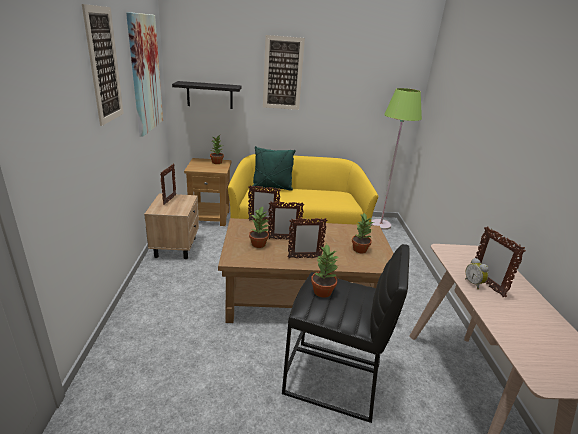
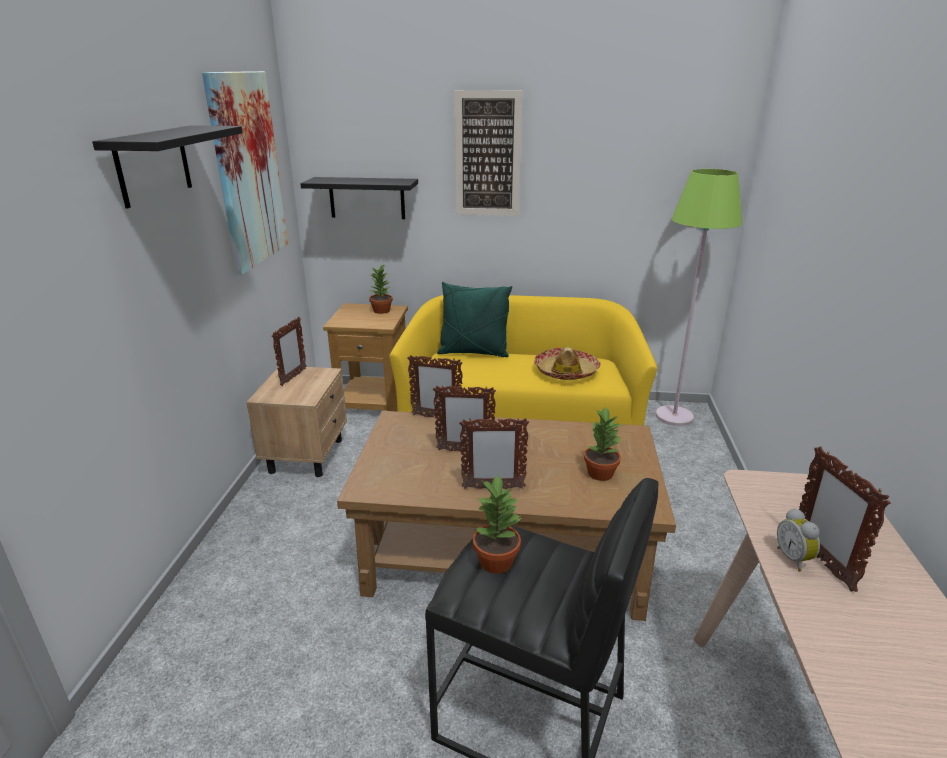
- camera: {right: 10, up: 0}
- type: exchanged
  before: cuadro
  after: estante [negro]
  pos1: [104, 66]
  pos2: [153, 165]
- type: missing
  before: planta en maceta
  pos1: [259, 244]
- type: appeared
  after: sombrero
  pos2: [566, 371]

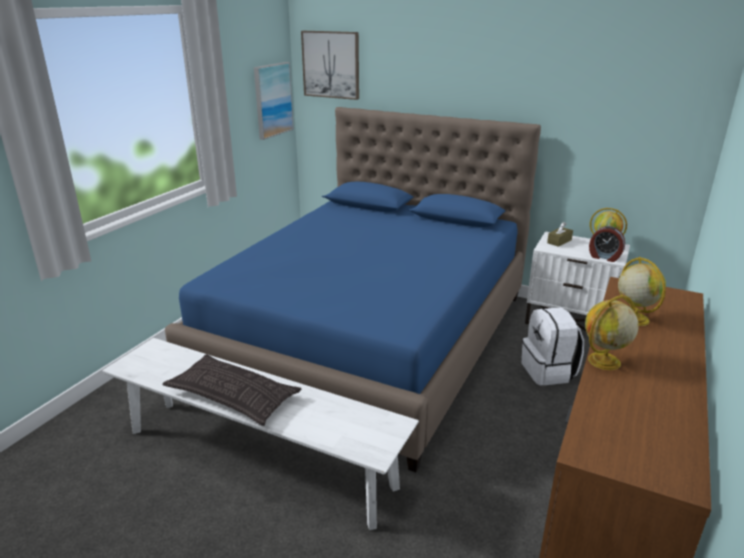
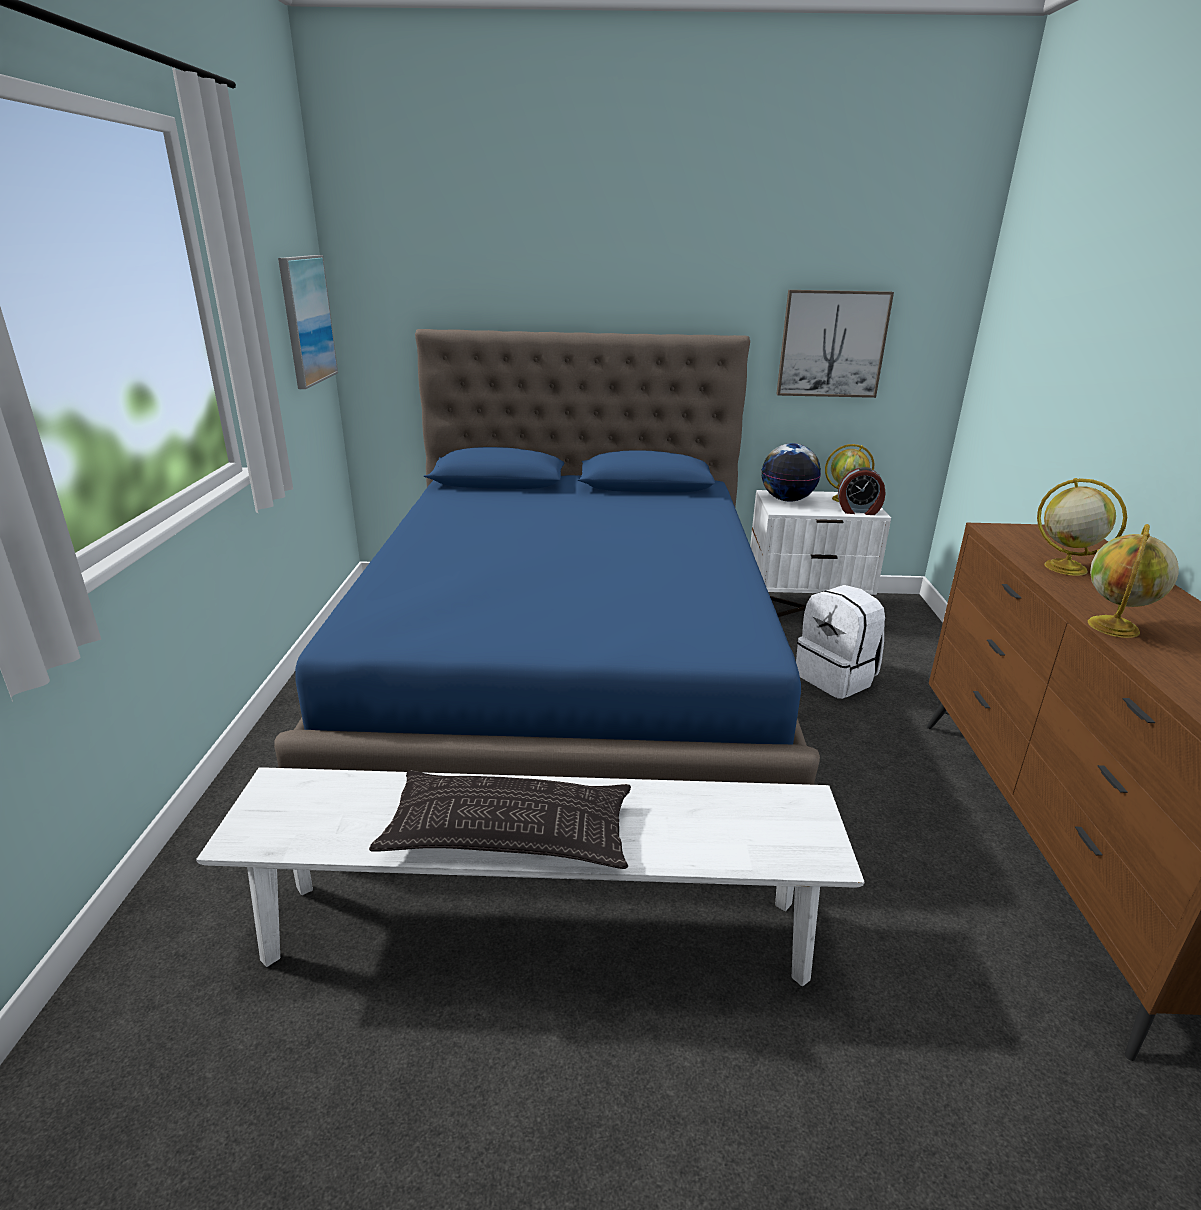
- camera: {right: -25, up: 0}
- type: relocated
  before: cuadro
  pos1: [331, 64]
  pos2: [832, 344]
- type: exchanged
  before: caja de pañuelos [marrón]
  after: globo terráqueo
  pos1: [559, 241]
  pos2: [787, 500]

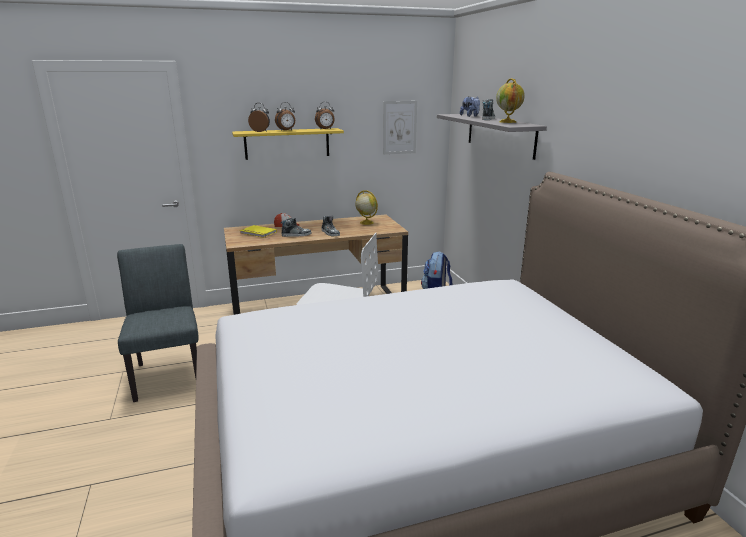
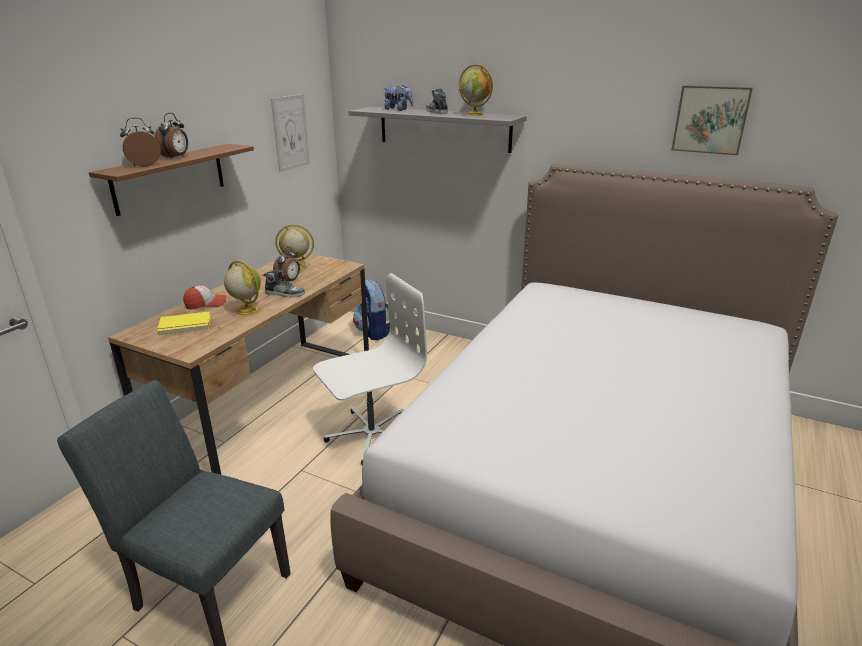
- camera: {right: -45, up: 5}
- type: colour
  before: estante [amarillo]
  after: estante [marrón]
  pos1: [287, 143]
  pos2: [170, 178]
- type: exchanged
  before: zapato
  after: globo terráqueo
  pos1: [296, 235]
  pos2: [246, 310]
- type: relocated
  before: despertador
  pos1: [325, 129]
  pos2: [289, 281]
- type: appeared
  after: cuadro
  pos2: [710, 119]

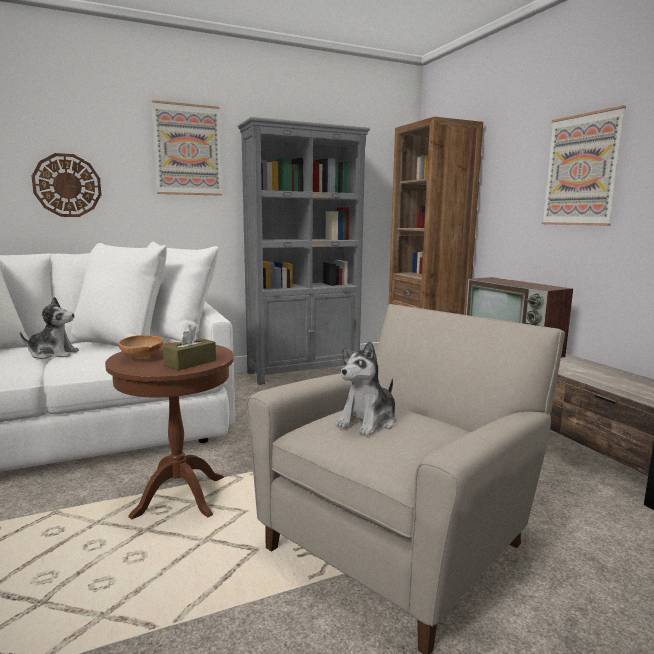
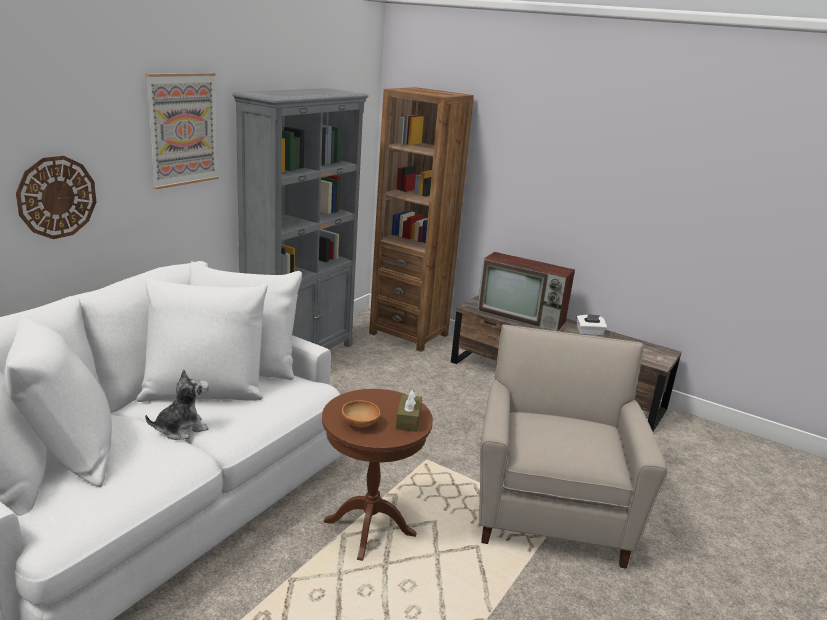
- camera: {right: -35, up: 10}
- type: missing
  before: peluche
  pos1: [368, 422]
- type: missing
  before: cuadro
  pos1: [581, 170]
- type: appeared
  after: caja de pañuelos [blanco]
  pos2: [589, 333]

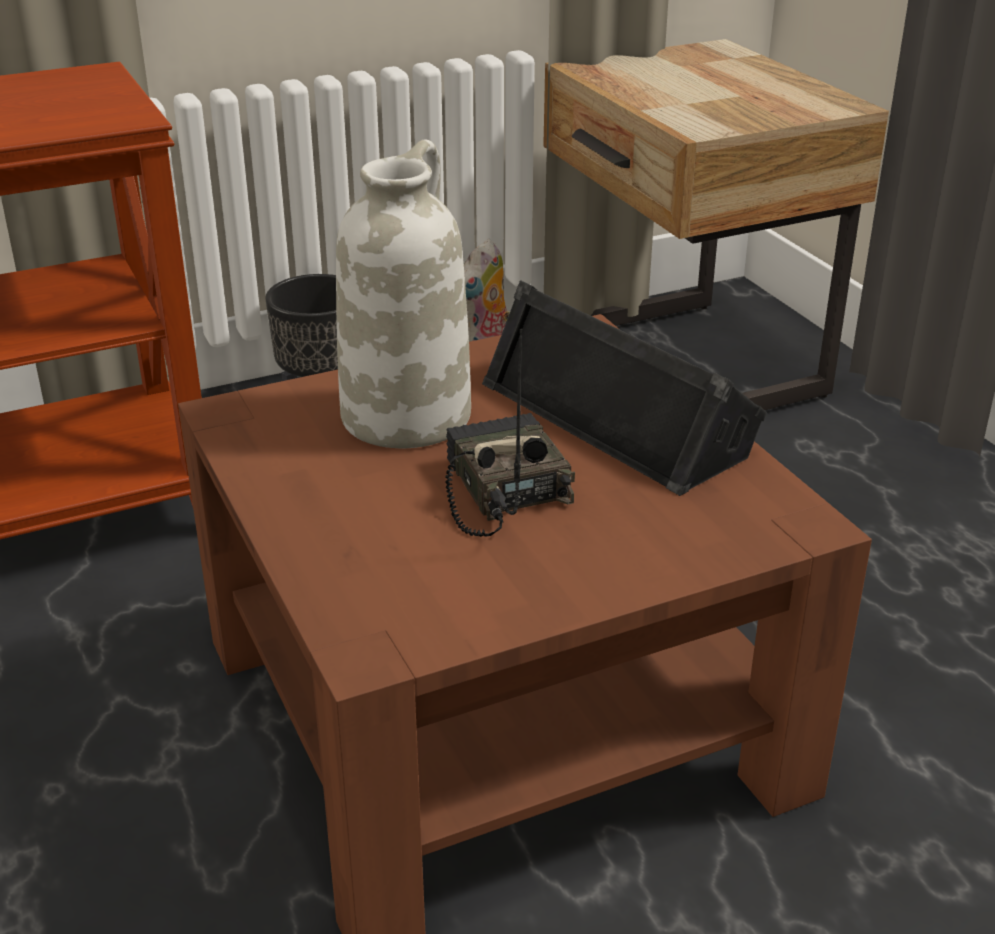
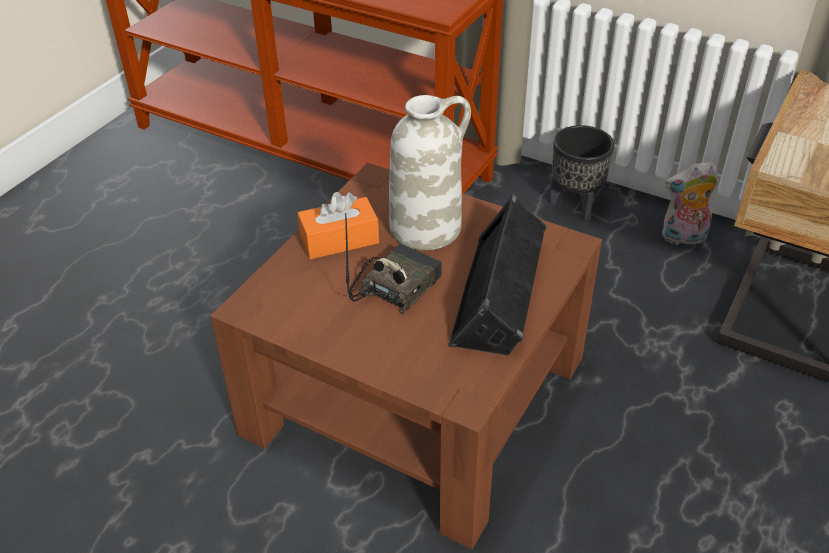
- camera: {right: 55, up: 10}
- type: appeared
  after: caja de pañuelos [naranja]
  pos2: [339, 240]

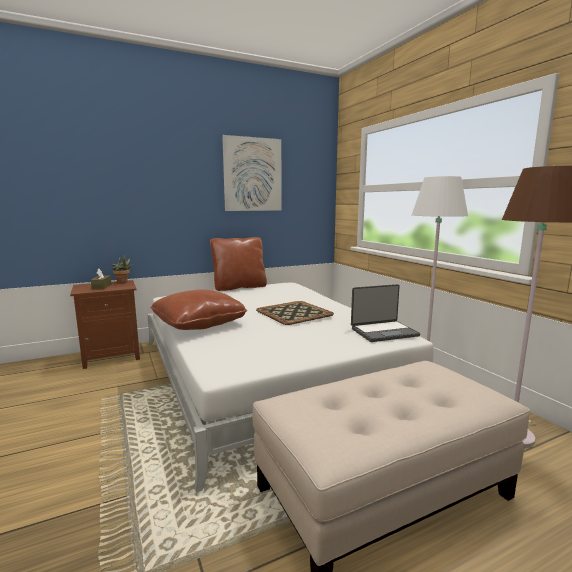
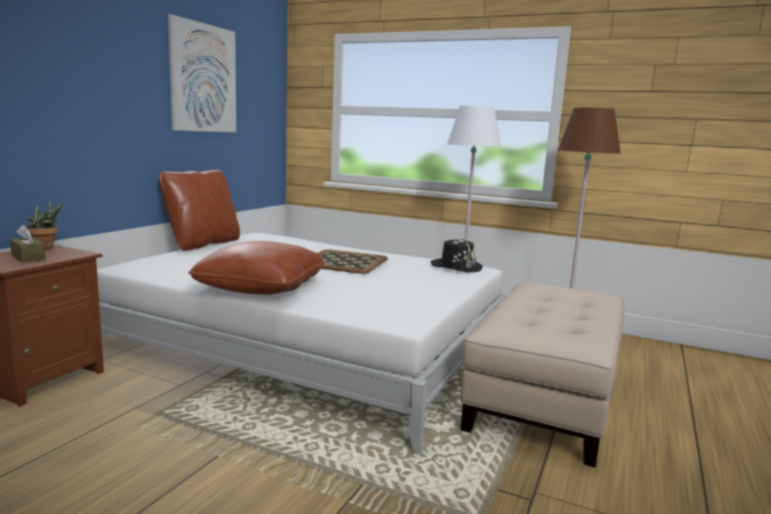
- camera: {right: -40, up: 0}
- type: exchanged
  before: portátil
  after: sombrero [negro]
  pos1: [383, 332]
  pos2: [456, 267]

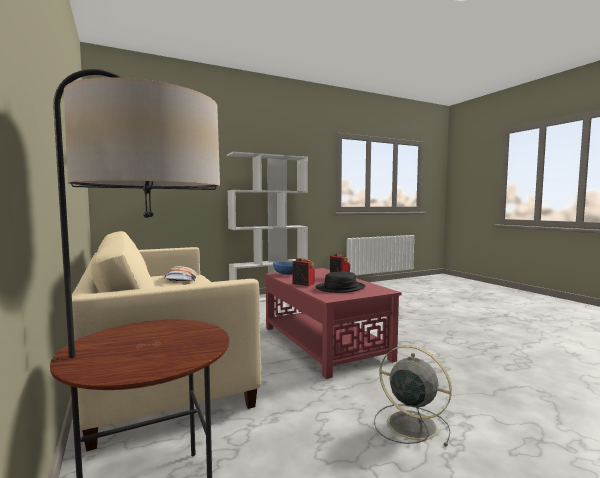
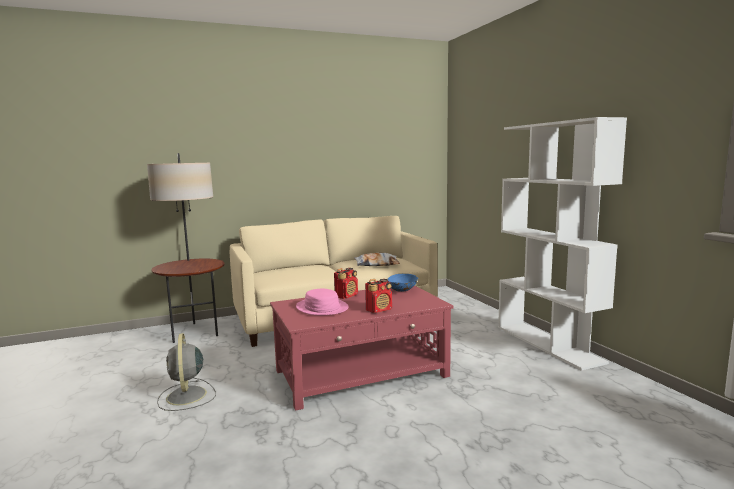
- camera: {right: 95, up: 5}
- type: colour
  before: sombrero [negro]
  after: sombrero [rosa]
  pos1: [340, 288]
  pos2: [321, 308]
- type: spun
  before: ventilador [gris]
  pos1: [409, 424]
  pos2: [186, 396]
  turn: 120

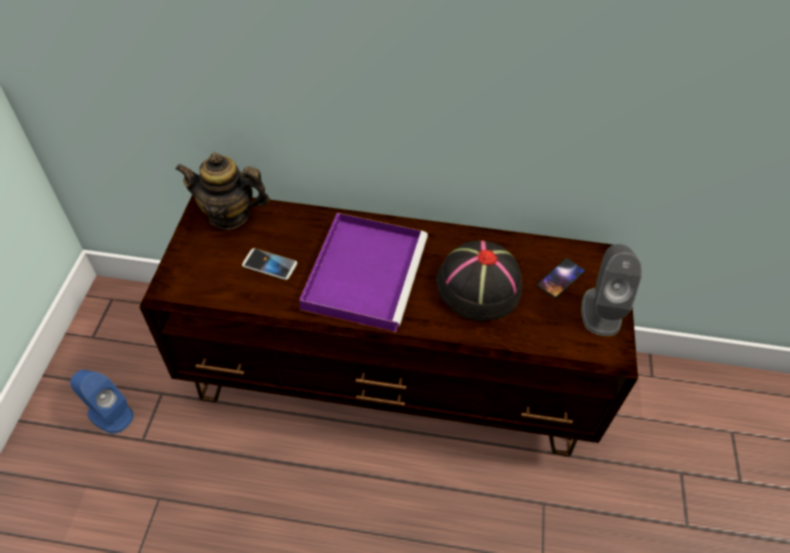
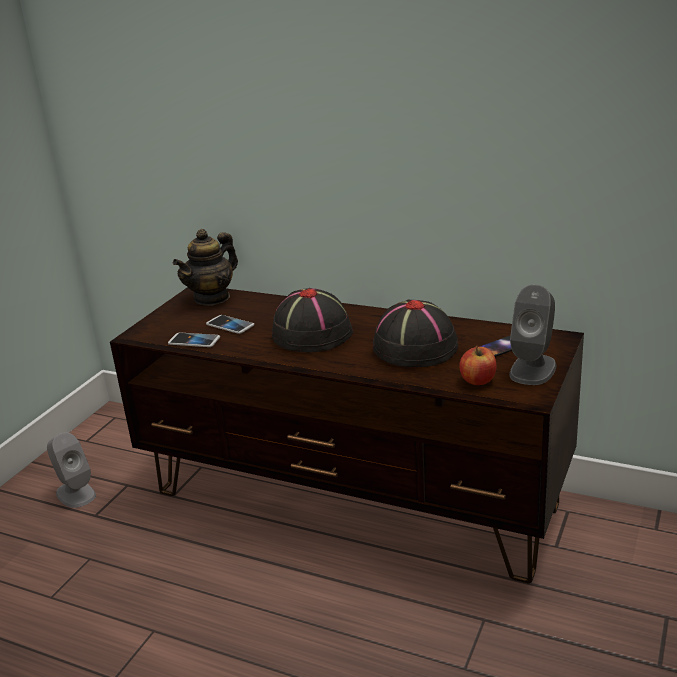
- camera: {right: 20, up: -25}
- type: colour
  before: altavoz [azul]
  after: altavoz [gris]
  pos1: [110, 413]
  pos2: [75, 493]
- type: spun
  before: tetera
  pos1: [229, 215]
  pos2: [212, 298]
  turn: -75
- type: exchanged
  before: bandeja [morado]
  after: sombrero [negro]
  pos1: [364, 272]
  pos2: [311, 333]
- type: appeared
  after: móvil
  pos2: [194, 341]
- type: appeared
  after: manzana
  pos2: [478, 380]

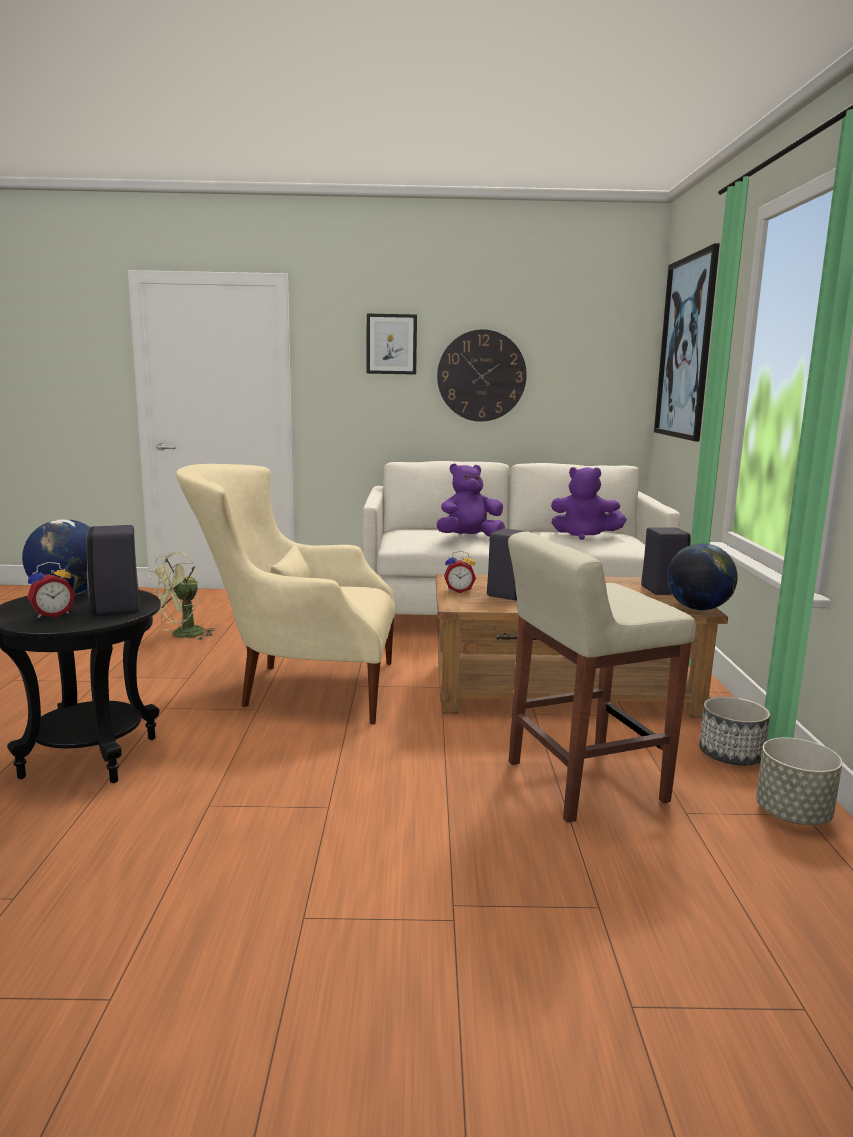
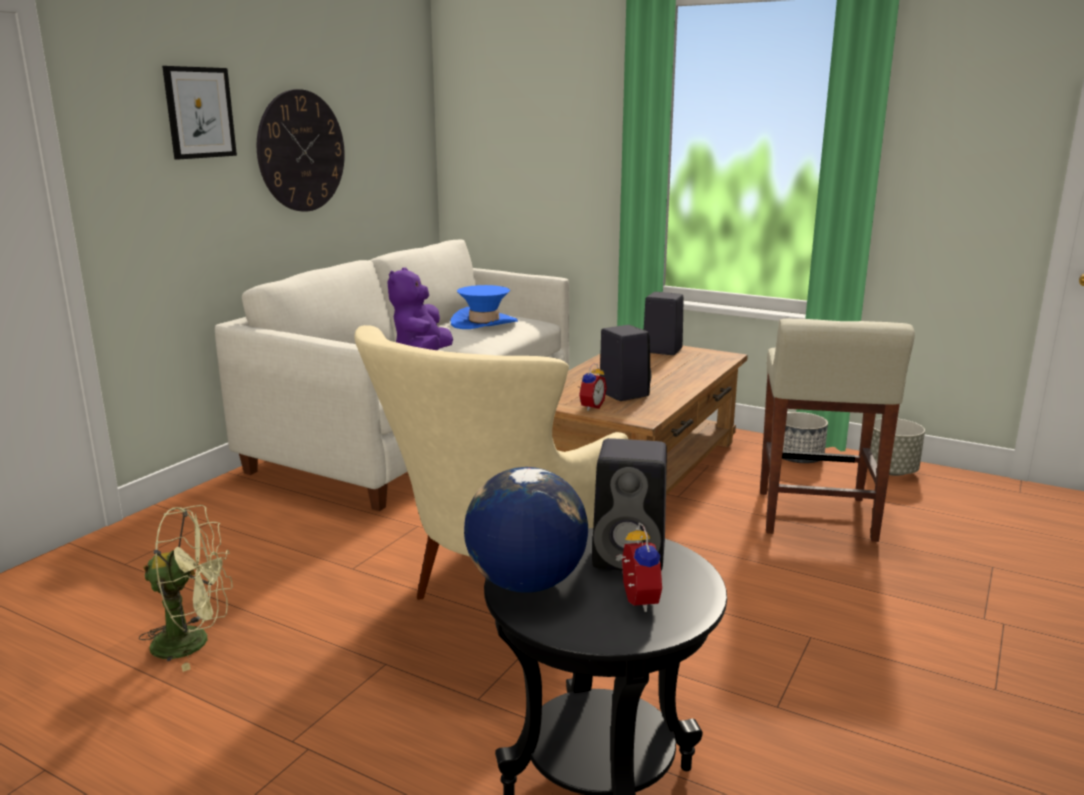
- camera: {right: -60, up: 5}
- type: spun
  before: ventilador [verde]
  pos1: [182, 635]
  pos2: [194, 642]
  turn: -75
- type: exchanged
  before: peluche [morado]
  after: sombrero [azul]
  pos1: [584, 536]
  pos2: [484, 323]
- type: missing
  before: cuadro
  pos1: [685, 348]
- type: missing
  before: globo terráqueo
  pos1: [698, 609]

